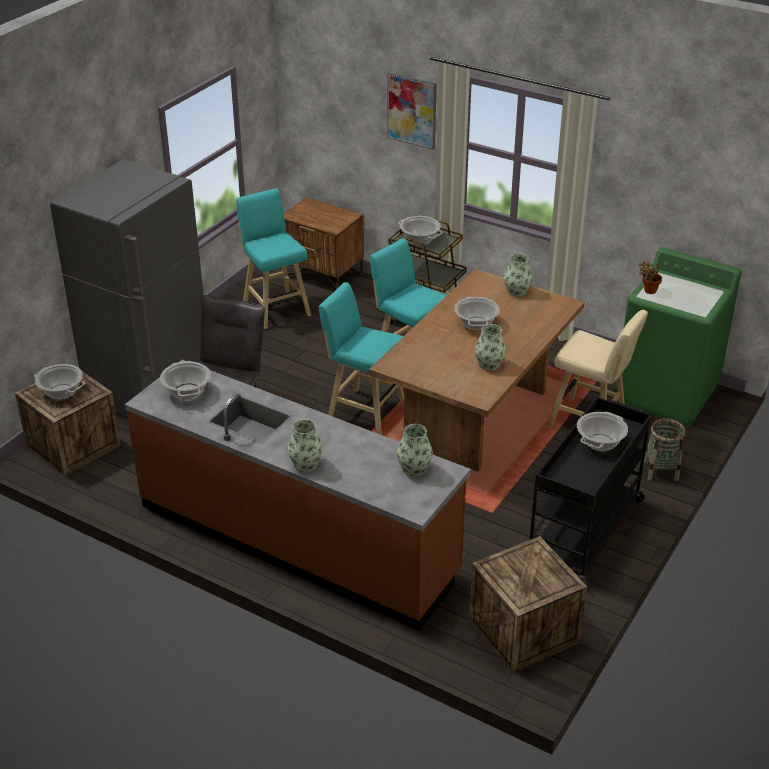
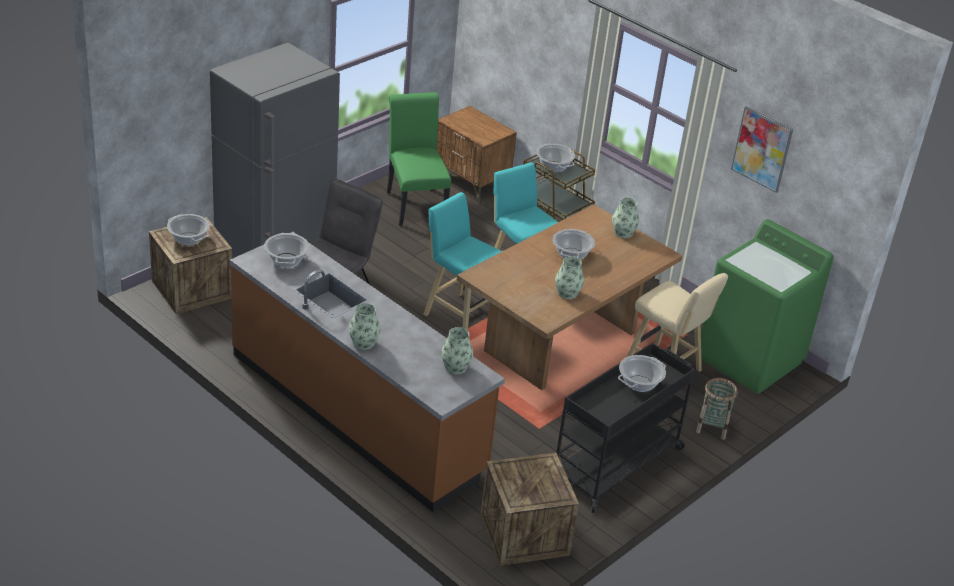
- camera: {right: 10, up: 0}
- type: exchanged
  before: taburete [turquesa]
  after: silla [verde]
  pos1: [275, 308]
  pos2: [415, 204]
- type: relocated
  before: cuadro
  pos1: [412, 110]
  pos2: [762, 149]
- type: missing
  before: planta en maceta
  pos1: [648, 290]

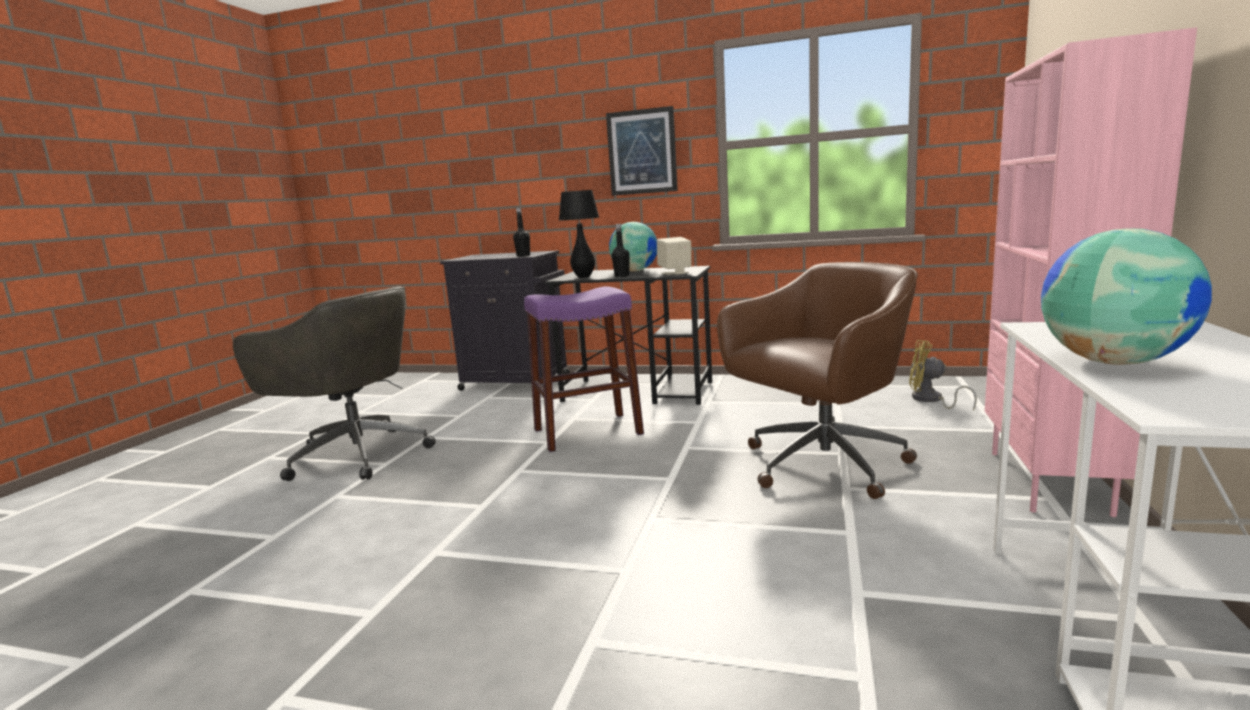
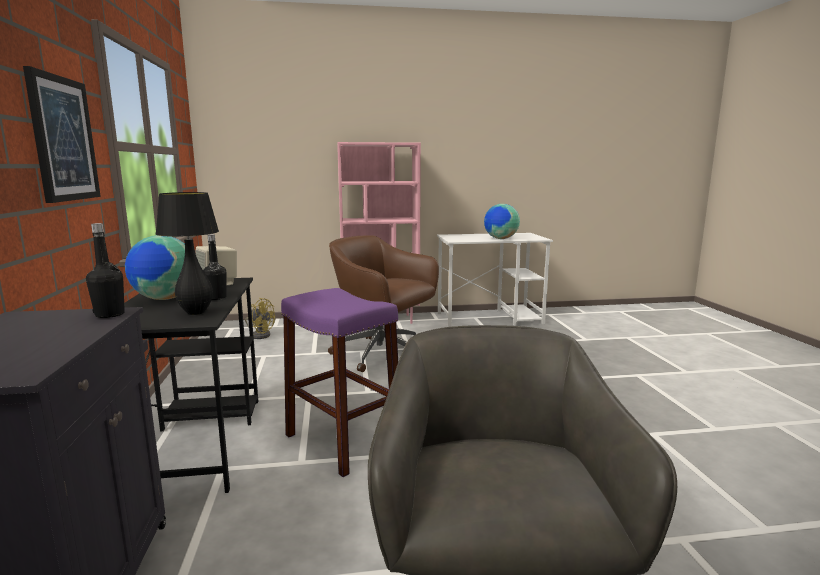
- camera: {right: -115, up: 0}
- type: spun
  before: ventilador [amarillo]
  pos1: [930, 400]
  pos2: [260, 335]
  turn: -75

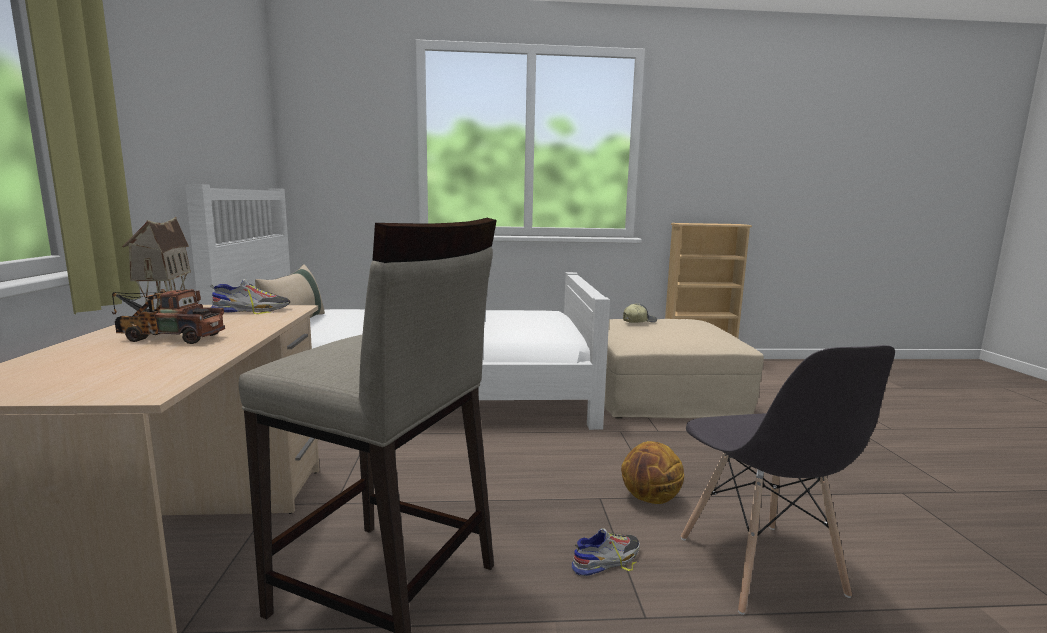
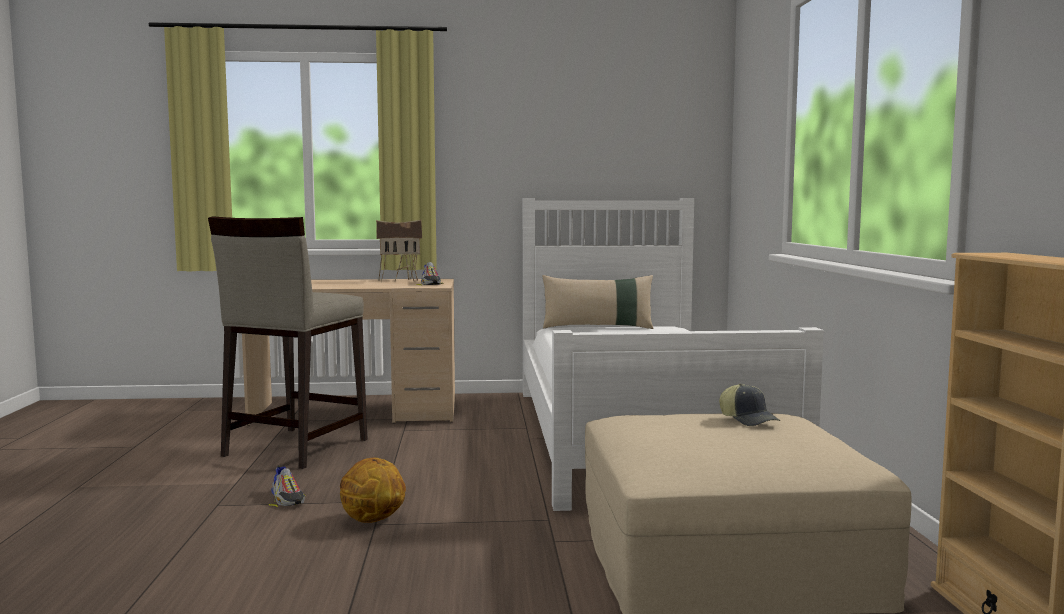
- camera: {right: 90, up: -5}
- type: missing
  before: camión de juguete
  pos1: [166, 337]
- type: missing
  before: silla [gris]
  pos1: [760, 567]

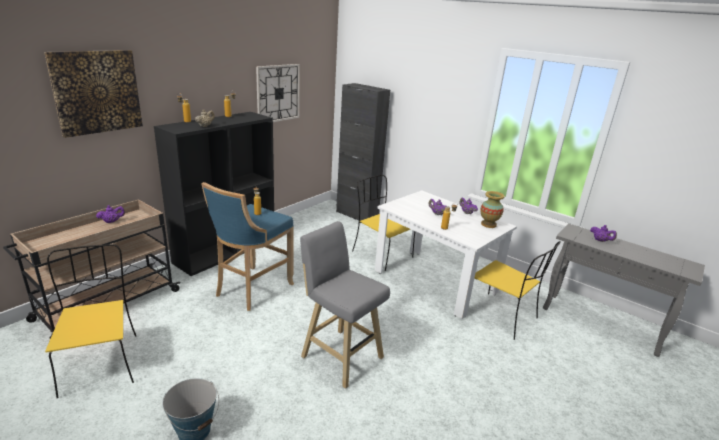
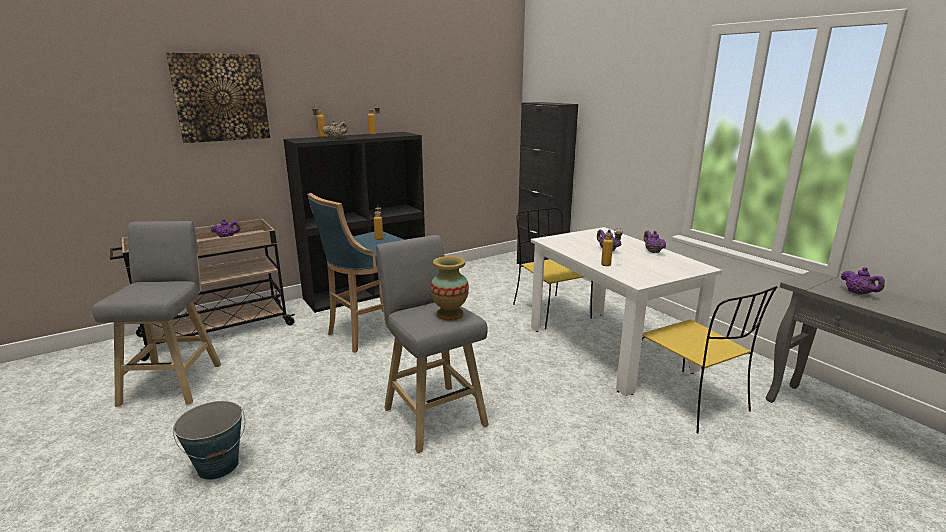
- camera: {right: 20, up: -5}
- type: exchanged
  before: silla [amarillo]
  after: taburete [gris]
  pos1: [100, 362]
  pos2: [174, 382]
- type: missing
  before: reloj de pared
  pos1: [278, 93]
- type: relocated
  before: florero
  pos1: [488, 224]
  pos2: [450, 314]

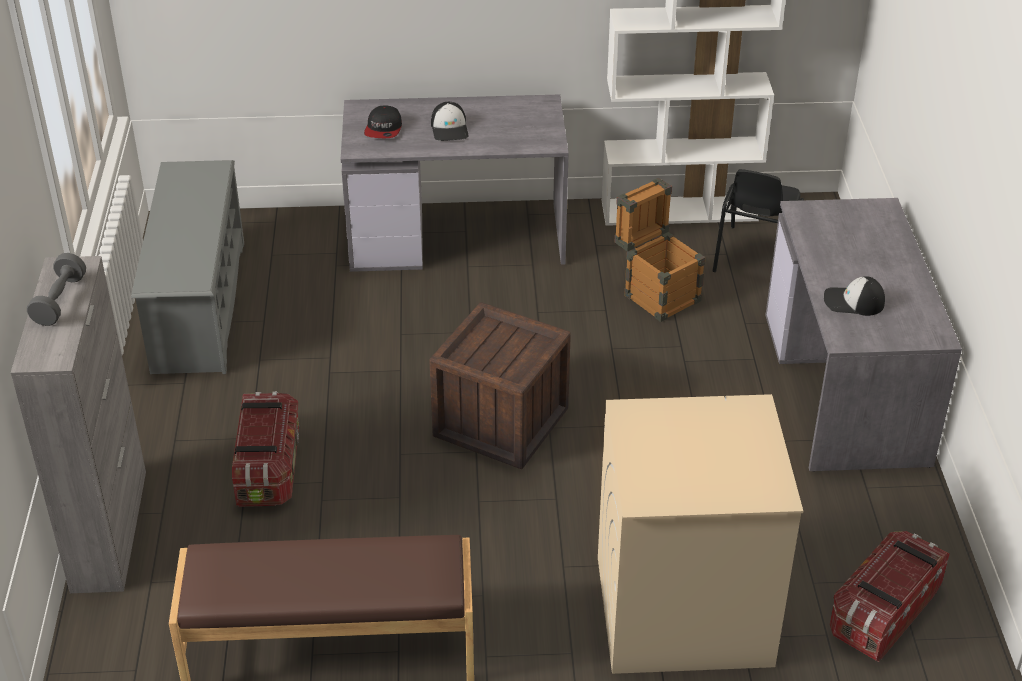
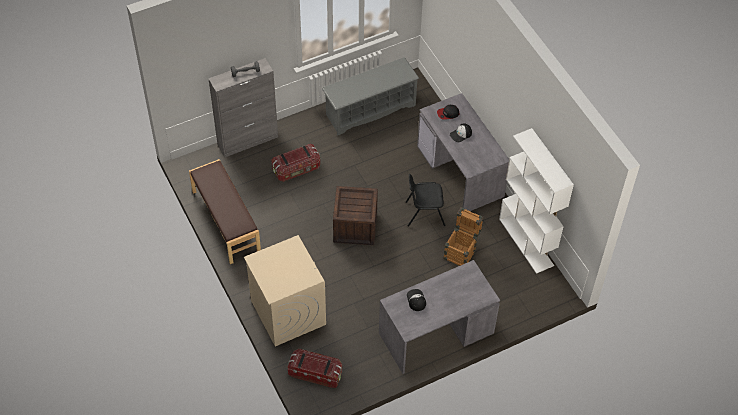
- camera: {right: 65, up: 15}
- type: relocated
  before: silla [negro]
  pos1: [754, 257]
  pos2: [424, 213]

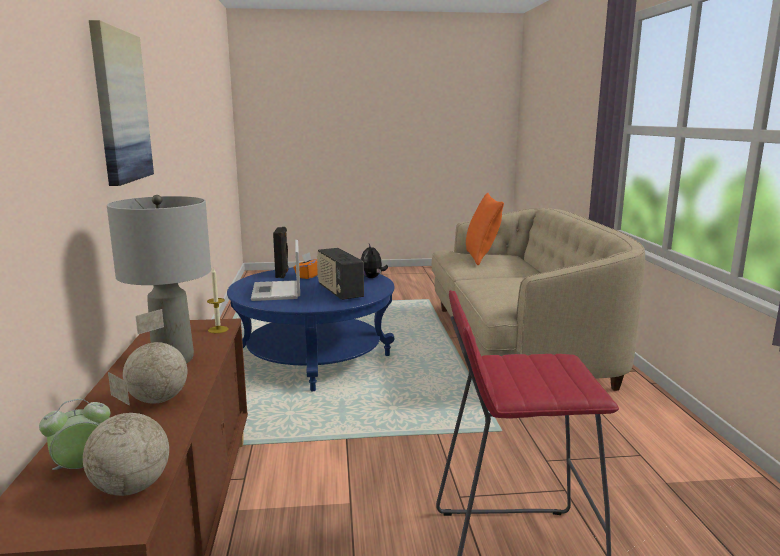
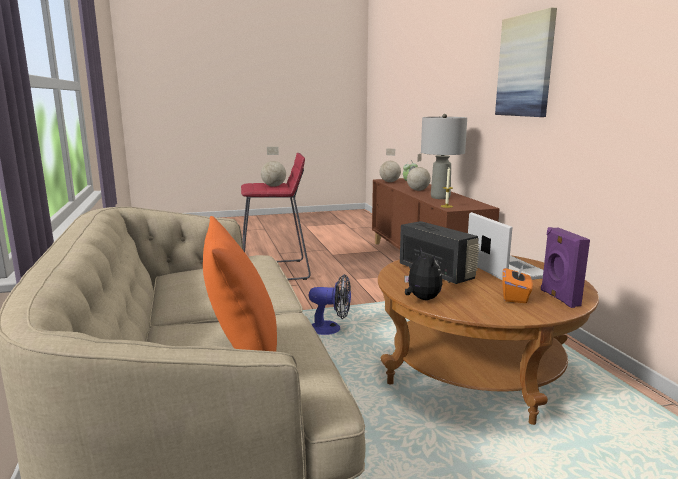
- camera: {right: 170, up: 0}
- type: colour
  before: mesa de centro [azul]
  after: mesa de centro [marrón]
  pos1: [314, 359]
  pos2: [475, 370]
- type: colour
  before: altavoz [negro]
  after: altavoz [morado]
  pos1: [282, 274]
  pos2: [558, 298]
- type: appeared
  after: globo terráqueo
  pos2: [274, 186]
- type: appeared
  after: ventilador
  pos2: [331, 329]

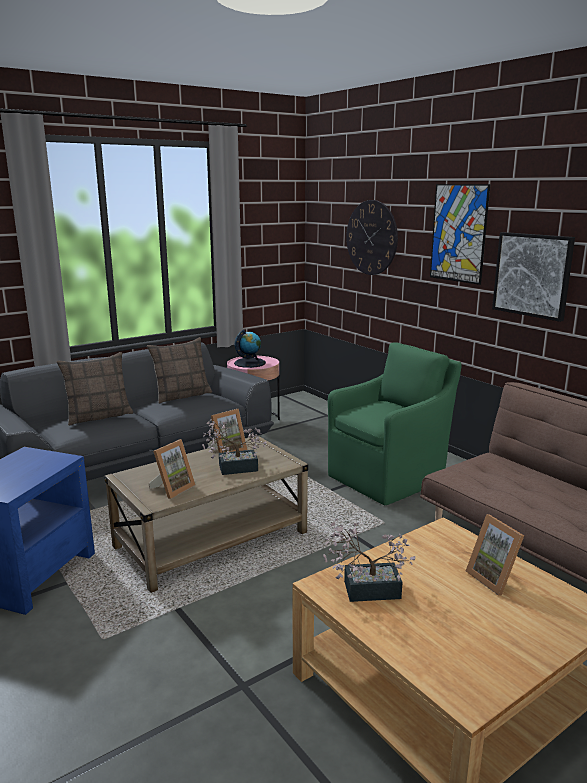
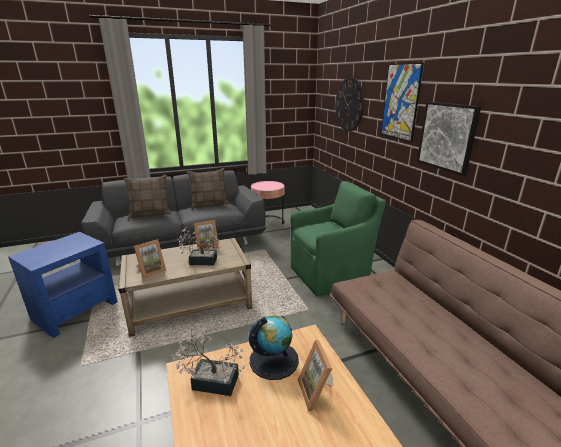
- camera: {right: 15, up: 5}
- type: relocated
  before: globo terráqueo
  pos1: [249, 363]
  pos2: [274, 360]

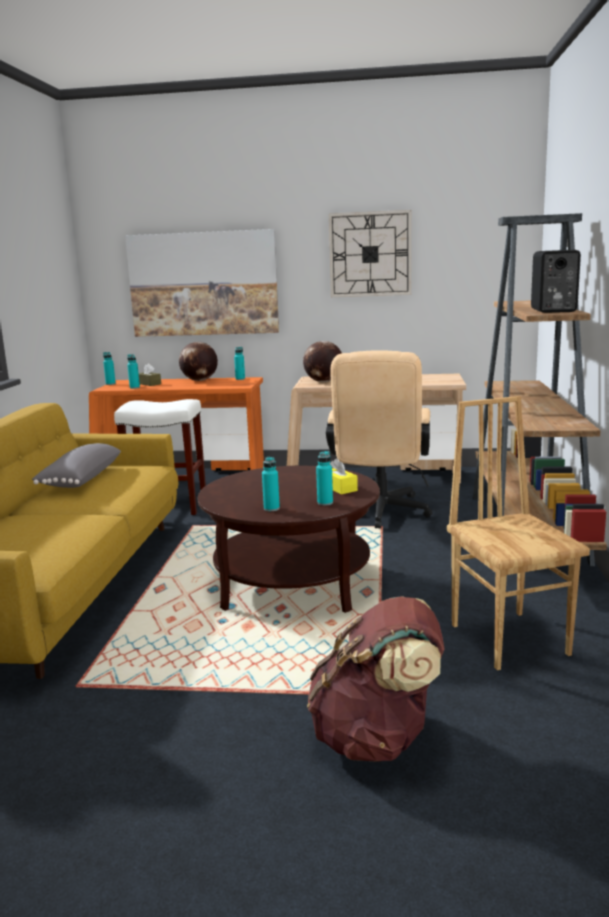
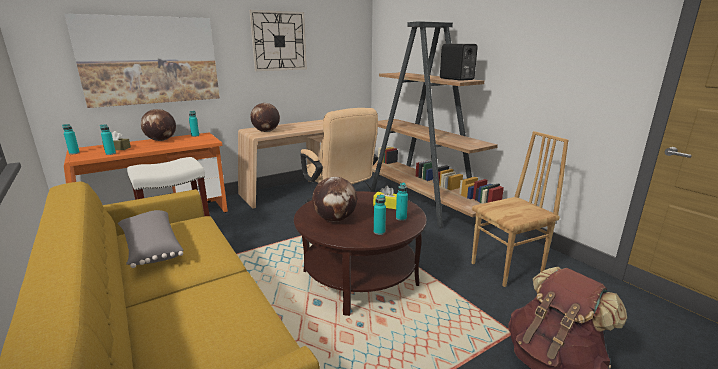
- camera: {right: -40, up: 5}
- type: spun
  before: silla [marrón]
  pos1: [510, 638]
  pos2: [508, 268]
  turn: 120
- type: appeared
  after: globo terráqueo
  pos2: [335, 219]

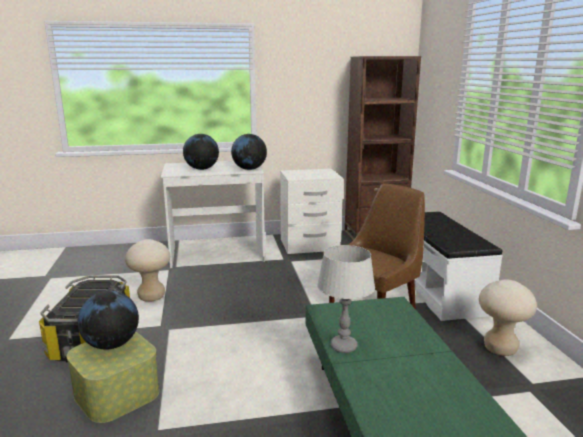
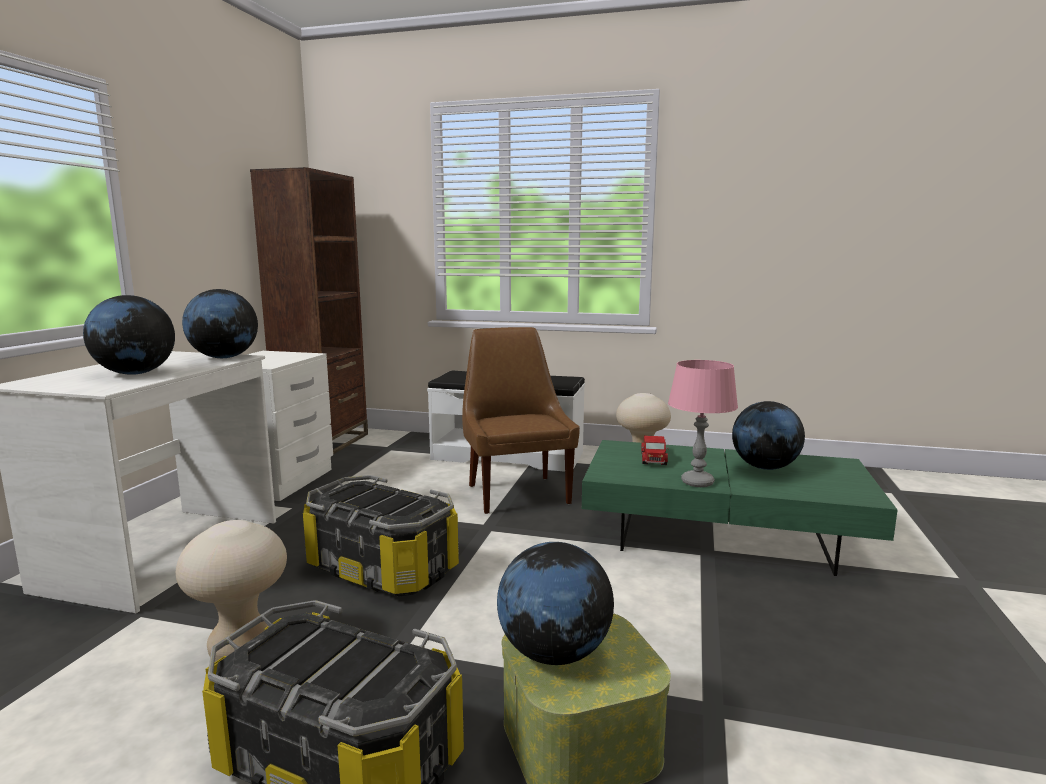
- camera: {right: -65, up: -5}
- type: colour
  before: lámpara de mesa [gris]
  after: lámpara de mesa [rosa]
  pos1: [343, 346]
  pos2: [697, 482]
- type: appeared
  after: caja de almacenaje
  pos2: [381, 569]
- type: appeared
  after: camión de juguete
  pos2: [653, 458]
- type: appeared
  after: globo terráqueo
  pos2: [764, 467]

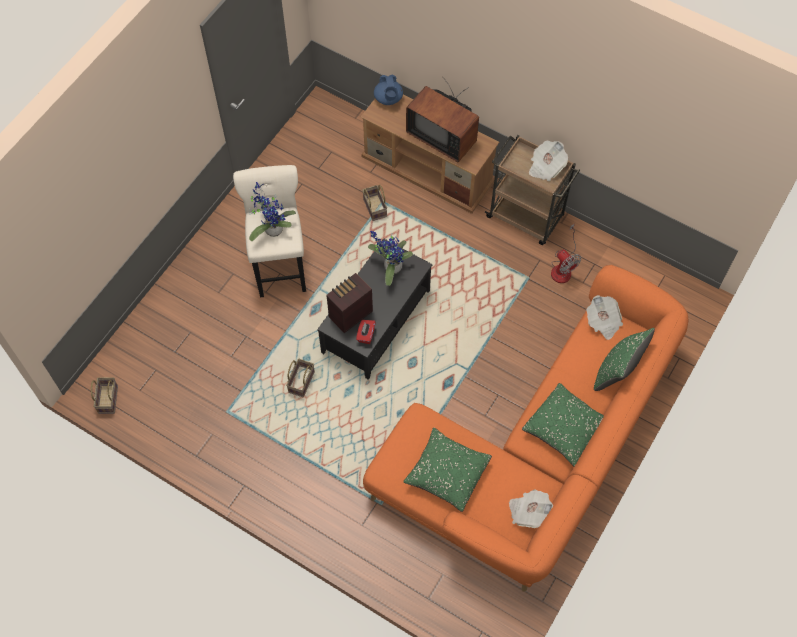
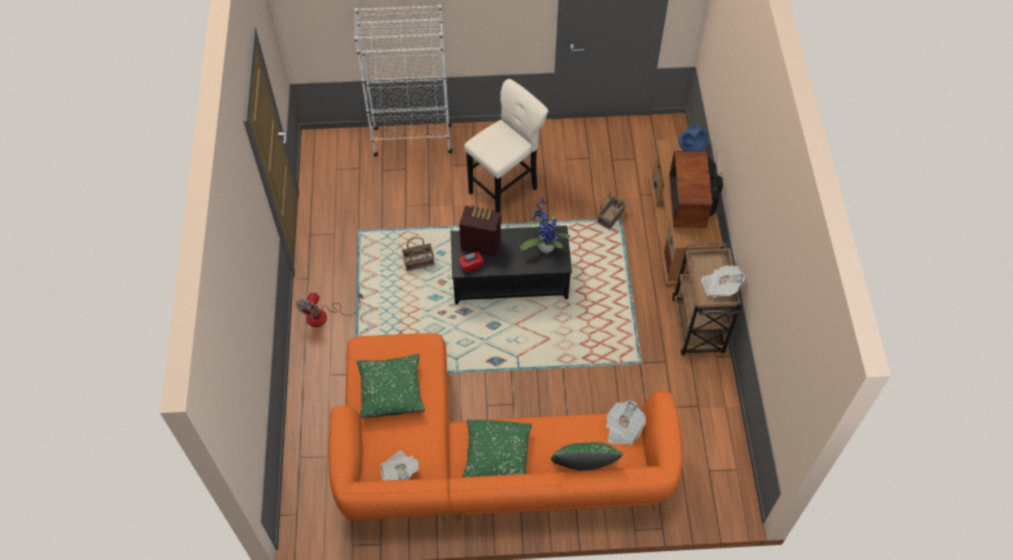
- camera: {right: 55, up: -5}
- type: missing
  before: cesta
  pos1: [107, 398]
- type: missing
  before: planta en maceta
  pos1: [272, 228]
- type: relocated
  before: ventilador
  pos1: [562, 267]
  pos2: [324, 316]
- type: appeared
  after: estantería [blanco]
  pos2: [412, 140]

